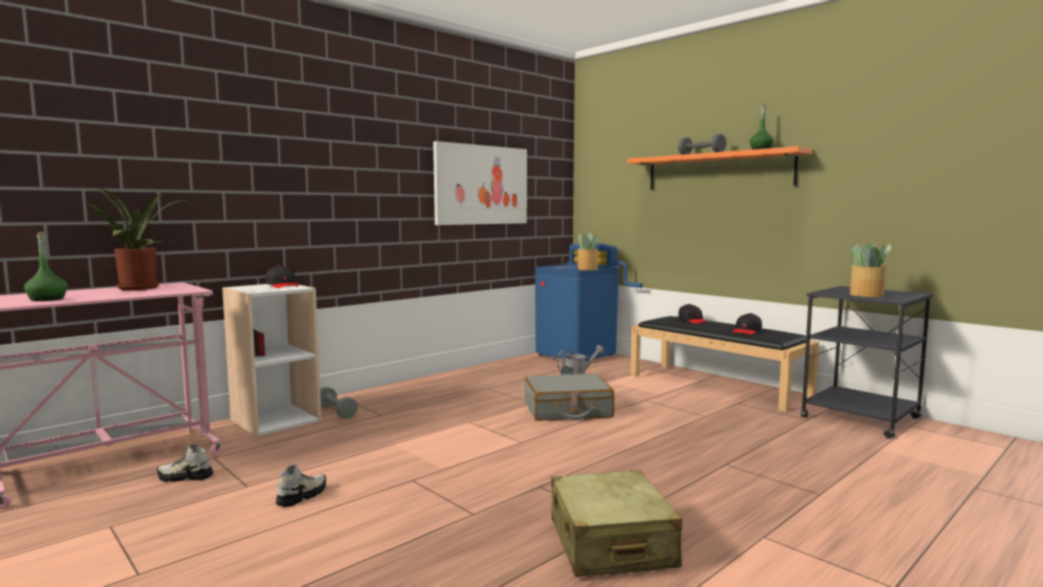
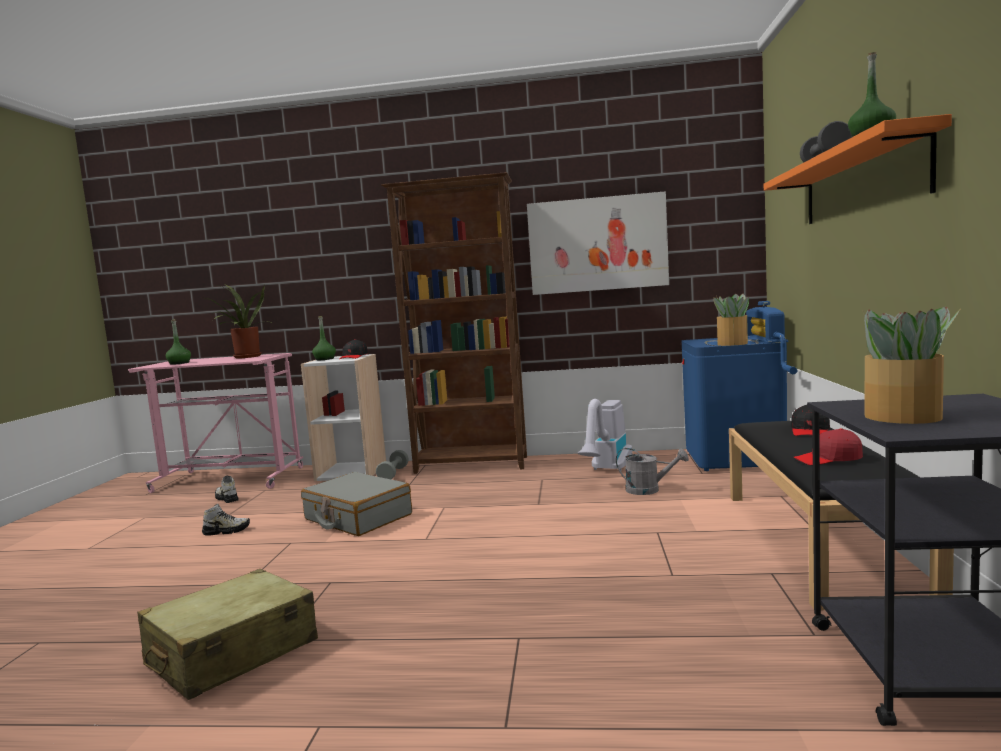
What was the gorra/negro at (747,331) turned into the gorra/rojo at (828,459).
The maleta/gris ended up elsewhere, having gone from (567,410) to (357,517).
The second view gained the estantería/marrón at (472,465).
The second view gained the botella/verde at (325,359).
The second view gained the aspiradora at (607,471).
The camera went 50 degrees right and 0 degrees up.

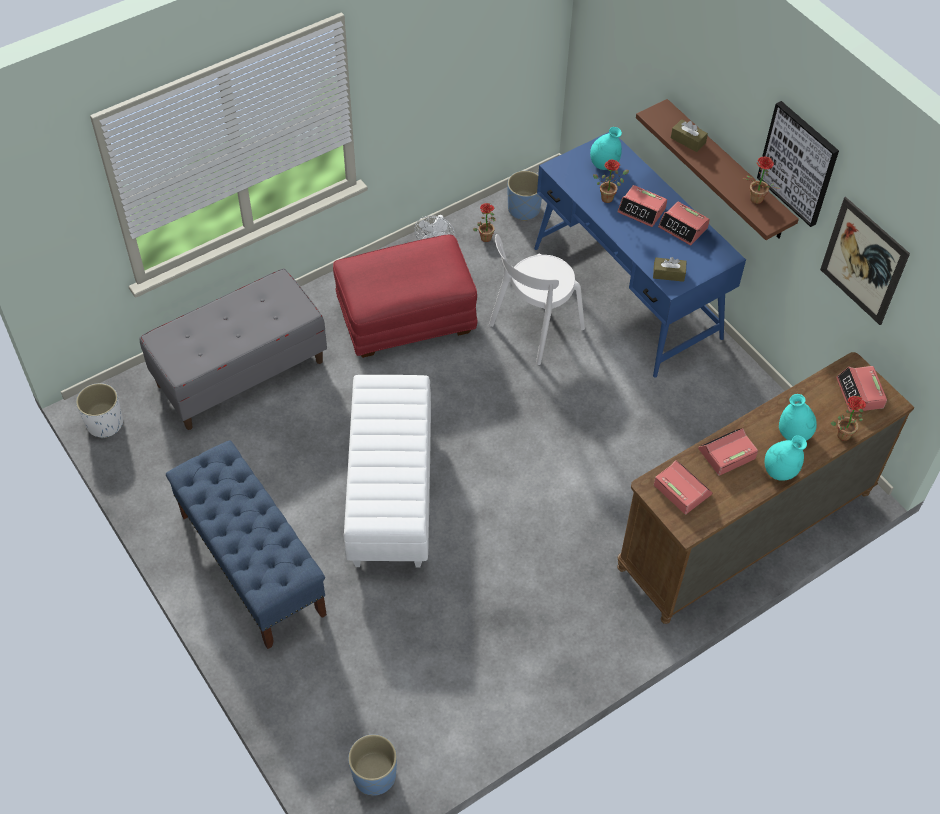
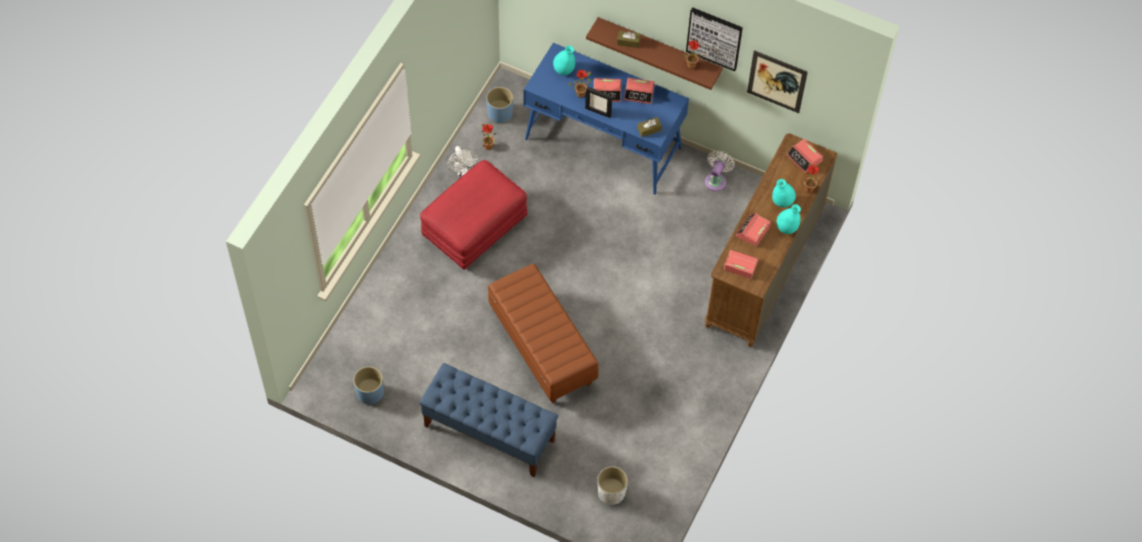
The second view lost the silla/blanco at (533,329).
The second view lost the banco/gris at (240,372).
What was the puf/blanco at (389,492) turned into the puf/marrón at (541,348).
The maceta/blanco ended up elsewhere, having gone from (104,423) to (611,493).
The maceta/azul ended up elsewhere, having gone from (374,776) to (370,393).
The second view gained the portarretratos at (598,111).
The second view gained the ventilador/blanco at (716,180).
The camera went 30 degrees left and 5 degrees up.

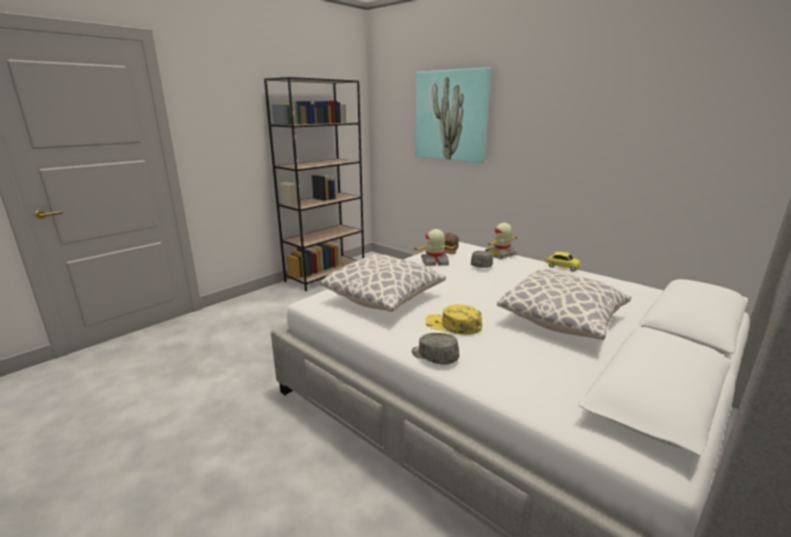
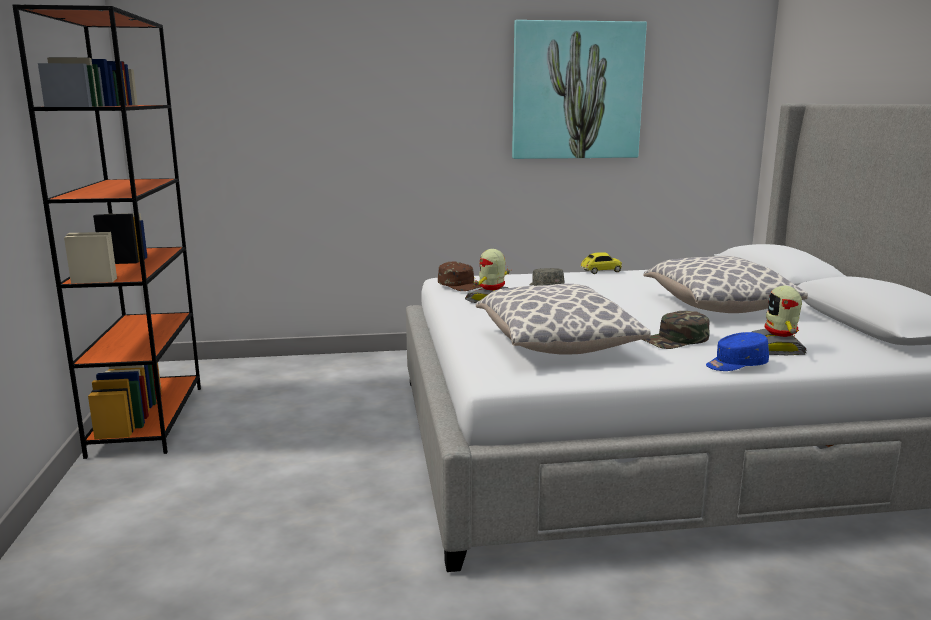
The cuadro ended up elsewhere, having gone from (451,116) to (576,91).
What was the estantería/beis at (325,275) turned into the estantería/naranja at (147,419).
The robot de juguete ended up elsewhere, having gone from (500,254) to (777,348).
What was the gorra/amarillo at (453,325) turned into the gorra/verde at (675,340).
What was the gorra/gris at (434,356) turned into the gorra/azul at (736,365).
The camera went 50 degrees left and 5 degrees down.

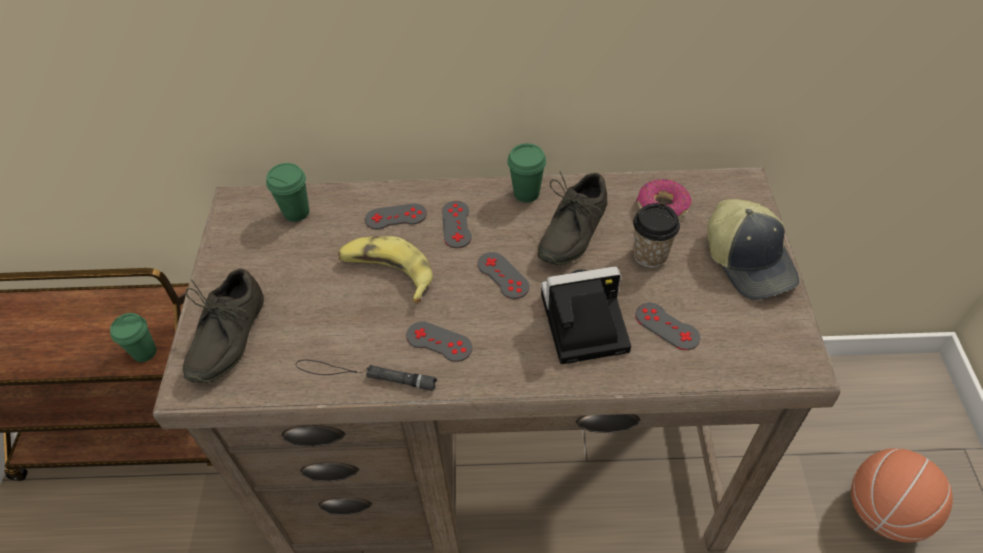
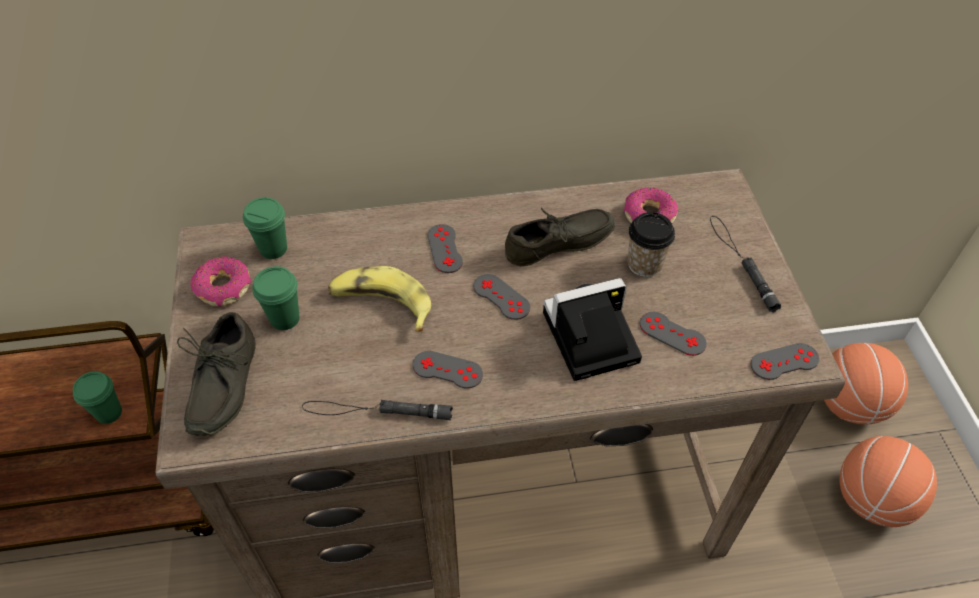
The taza/verde ended up elsewhere, having gone from (526,193) to (284,318).
The zapato/gris at (569,231) ended up facing another way, 135 degrees counterclockwise from before.
Where the gorra stood at (749,261), the linterna/negro came to stand at (741,262).
The mando de consola/gris ended up elsewhere, having gone from (395,217) to (784,361).
The second view gained the rosquilla at (223,288).
The second view gained the balón de baloncesto at (849,403).
The camera went 10 degrees left and 0 degrees up.

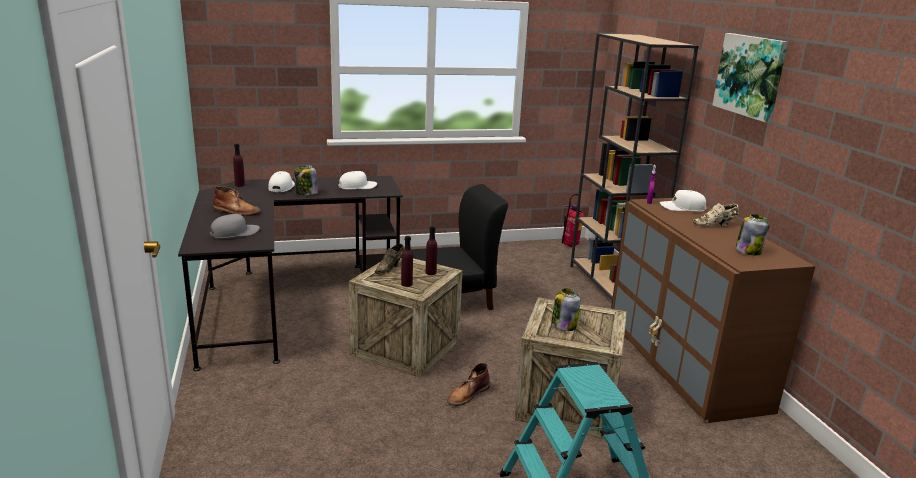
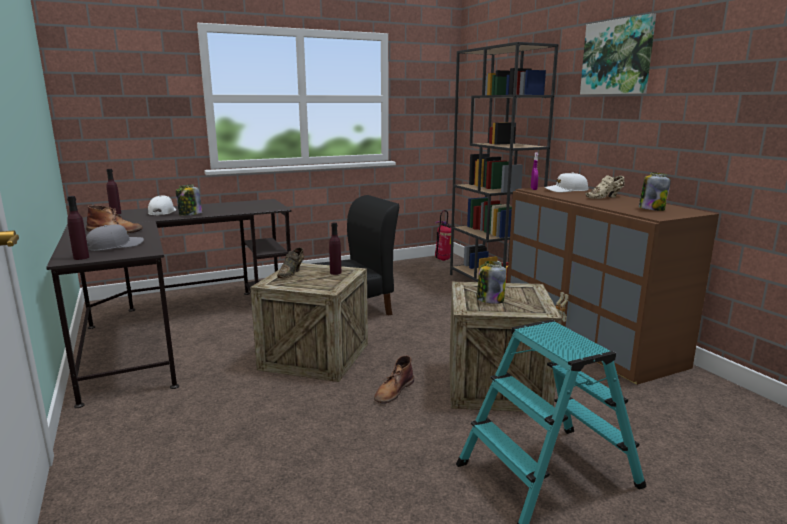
The second view lost the gorra/blanco at (357,186).
The botella/morado ended up elsewhere, having gone from (406,284) to (81,257).
The camera went 10 degrees left and 5 degrees down.

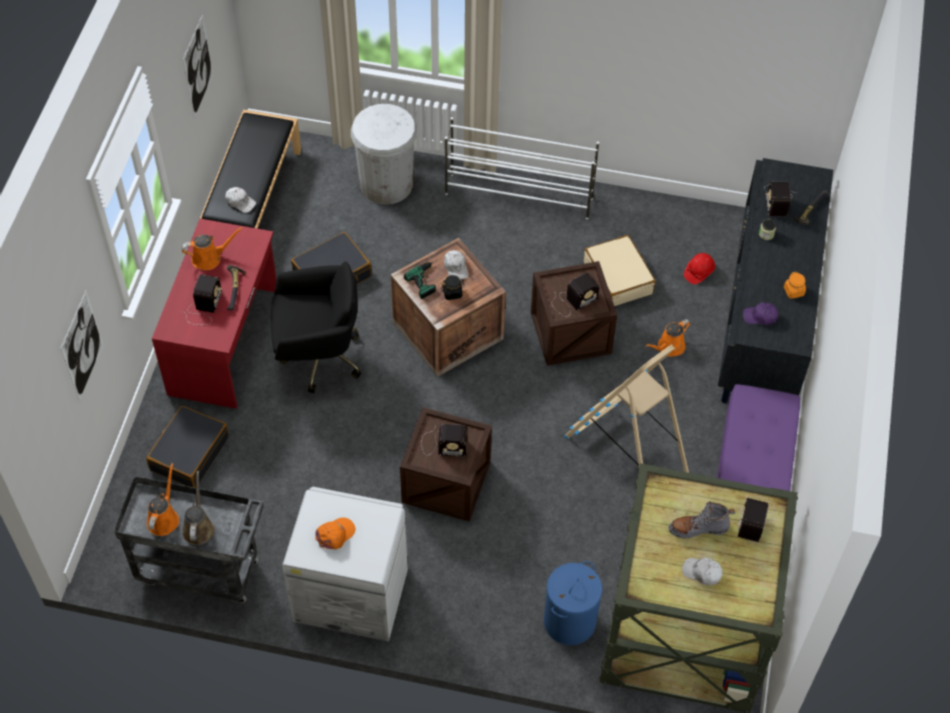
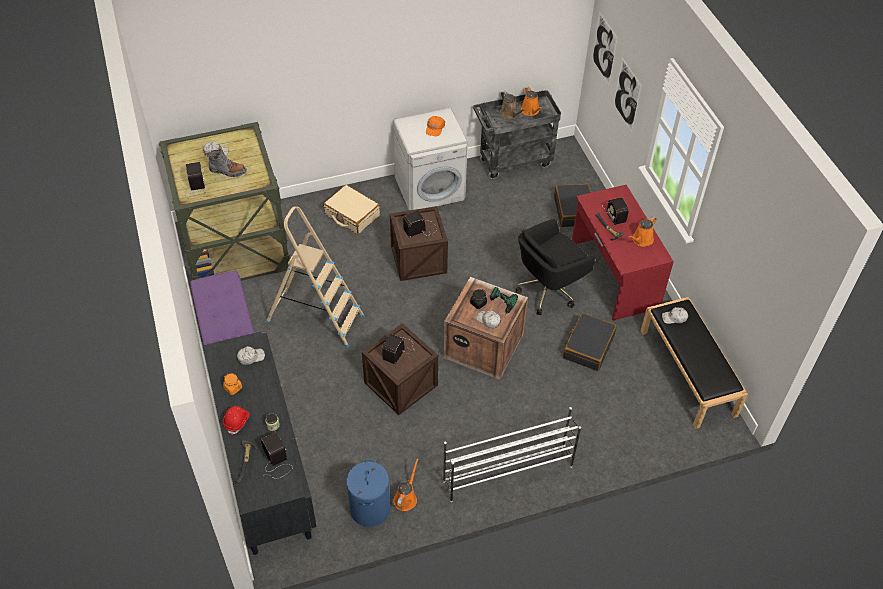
The cuadro ended up elsewhere, having gone from (198,67) to (604,49).
The second view lost the papelera/blanco at (386,184).
The maleta/beis ended up elsewhere, having gone from (618,278) to (352,215).
The casco/rojo ended up elsewhere, having gone from (698,272) to (237,421).
What was the gorra/morado at (760,317) turned into the gorra/blanco at (250,357).
The regadera/naranja ended up elsewhere, having gone from (669,347) to (406,498).
The bota/gris at (698,528) ended up facing another way, 45 degrees clockwise from before.
The cesto de la ropa/azul ended up elsewhere, having gone from (569,621) to (370,509).
The camera went 150 degrees right and 5 degrees down.

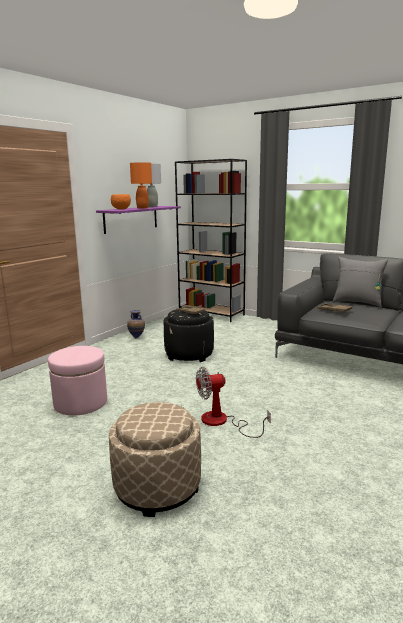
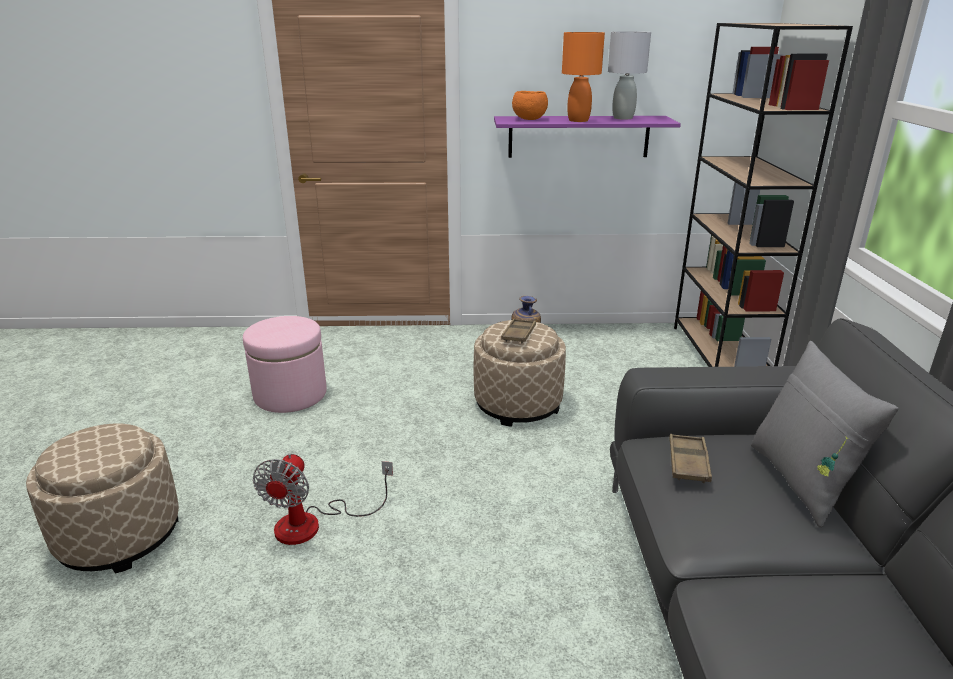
What was the puf/negro at (189,354) turned into the puf/beis at (517,404).
The ventilador at (222,422) ended up facing another way, 120 degrees counterclockwise from before.
The camera went 55 degrees right and 10 degrees up.

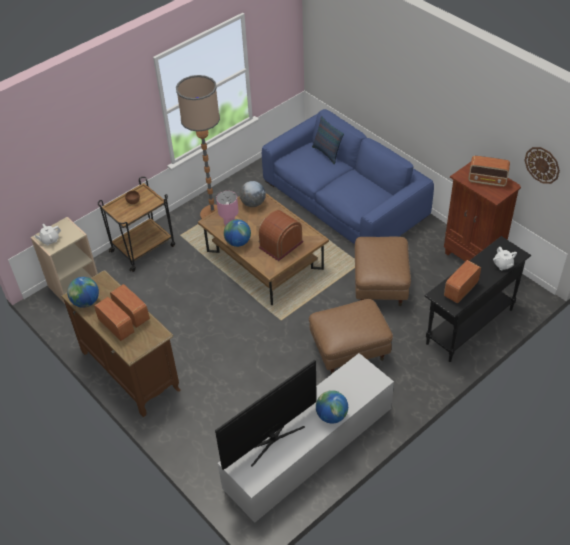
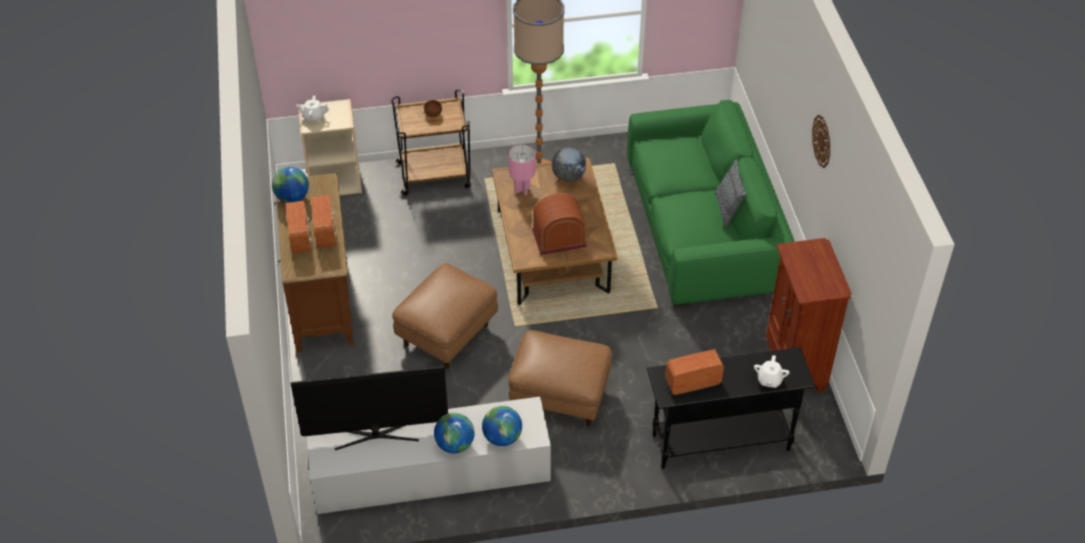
What was the sofá/azul at (345,198) turned into the sofá/verde at (705,224).
The second view lost the cojín/azul at (327,153).
The reloj de pared ended up elsewhere, having gone from (542,165) to (822,141).
The second view lost the radio at (487,180).
The globo terráqueo ended up elsewhere, having gone from (238,242) to (502,437).
The puf/marrón ended up elsewhere, having gone from (380,285) to (447,334).
The second view gained the cojín/gris at (727,210).
The camera went 30 degrees right and 0 degrees up.

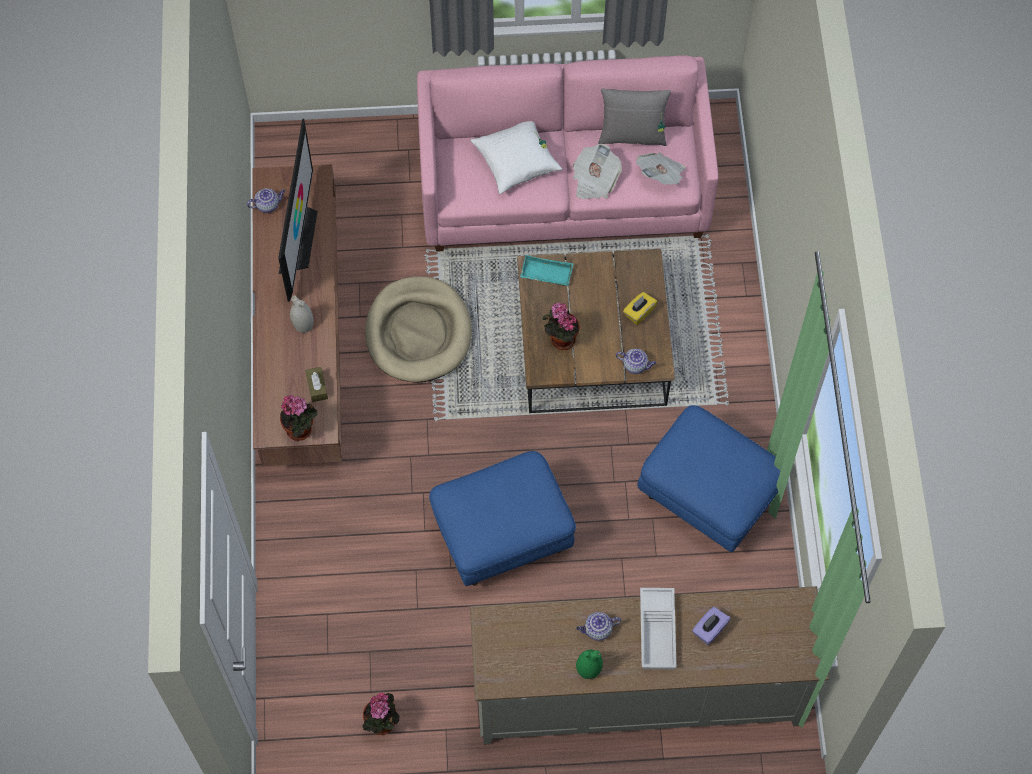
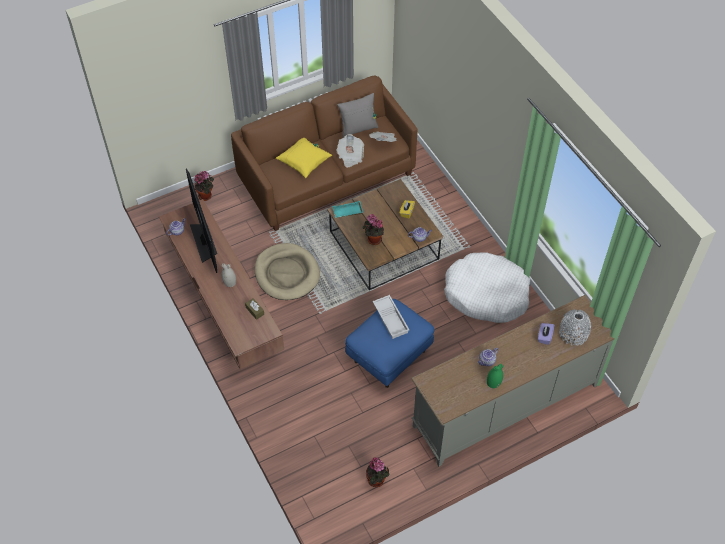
What was the sofá/rosa at (563,188) turned into the sofá/marrón at (326,177).
What was the cojín/blanco at (516,162) turned into the cojín/amarillo at (304,162).
The planta en maceta ended up elsewhere, having gone from (301,430) to (206,195).
Where the puf/azul stood at (709,497), the cama para perro/blanco came to stand at (486,294).
The bandeja/blanco ended up elsewhere, having gone from (658,631) to (391,319).
The second view gained the florero/gris at (573,333).
The camera went 25 degrees left and 10 degrees down.

